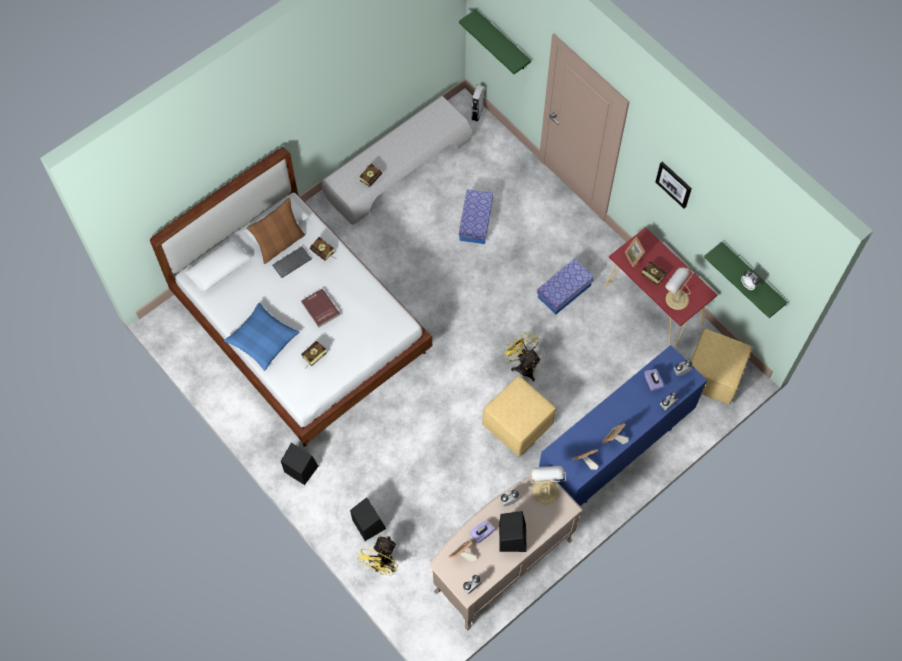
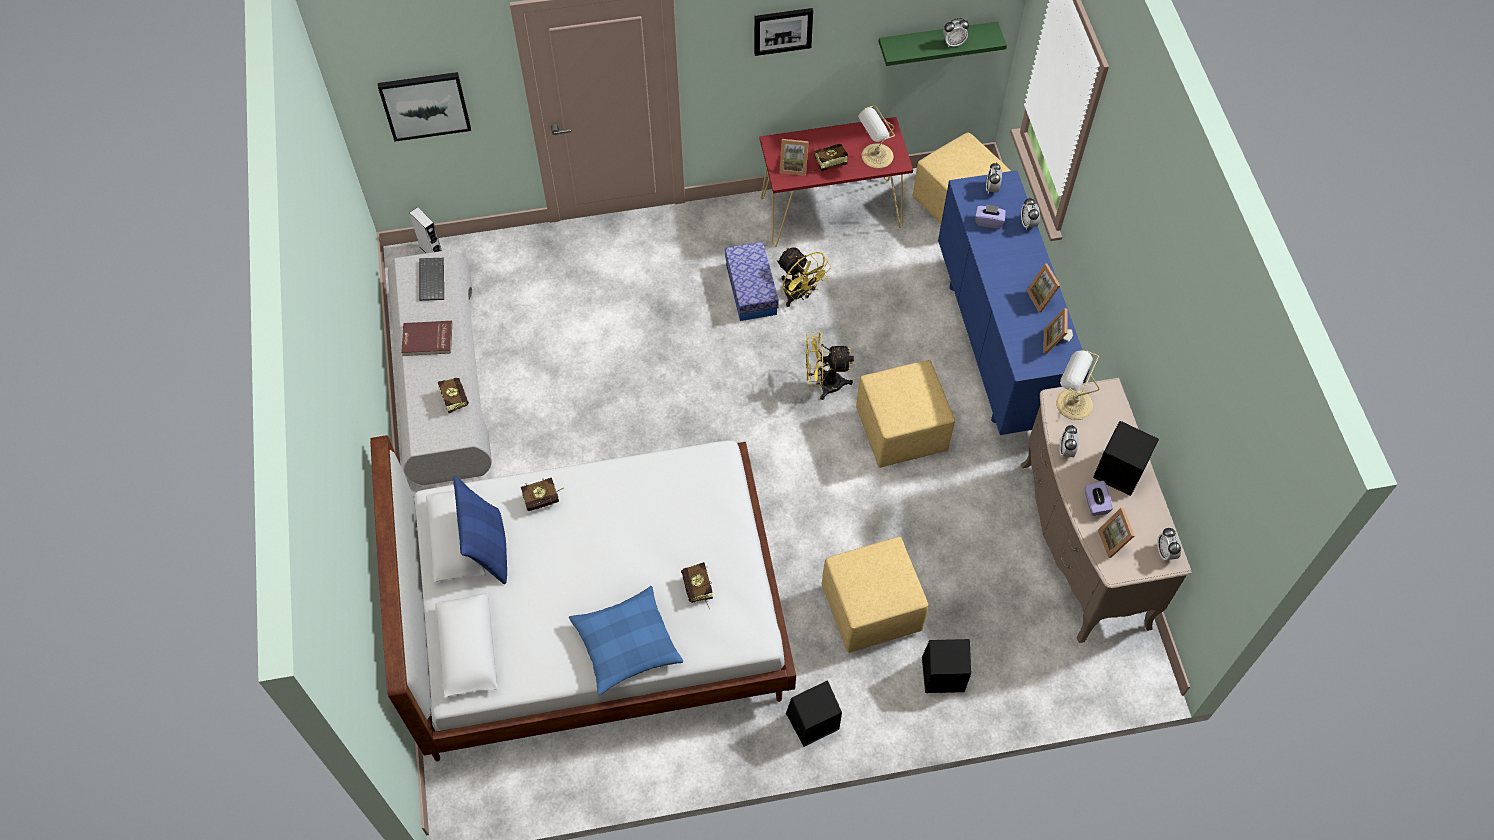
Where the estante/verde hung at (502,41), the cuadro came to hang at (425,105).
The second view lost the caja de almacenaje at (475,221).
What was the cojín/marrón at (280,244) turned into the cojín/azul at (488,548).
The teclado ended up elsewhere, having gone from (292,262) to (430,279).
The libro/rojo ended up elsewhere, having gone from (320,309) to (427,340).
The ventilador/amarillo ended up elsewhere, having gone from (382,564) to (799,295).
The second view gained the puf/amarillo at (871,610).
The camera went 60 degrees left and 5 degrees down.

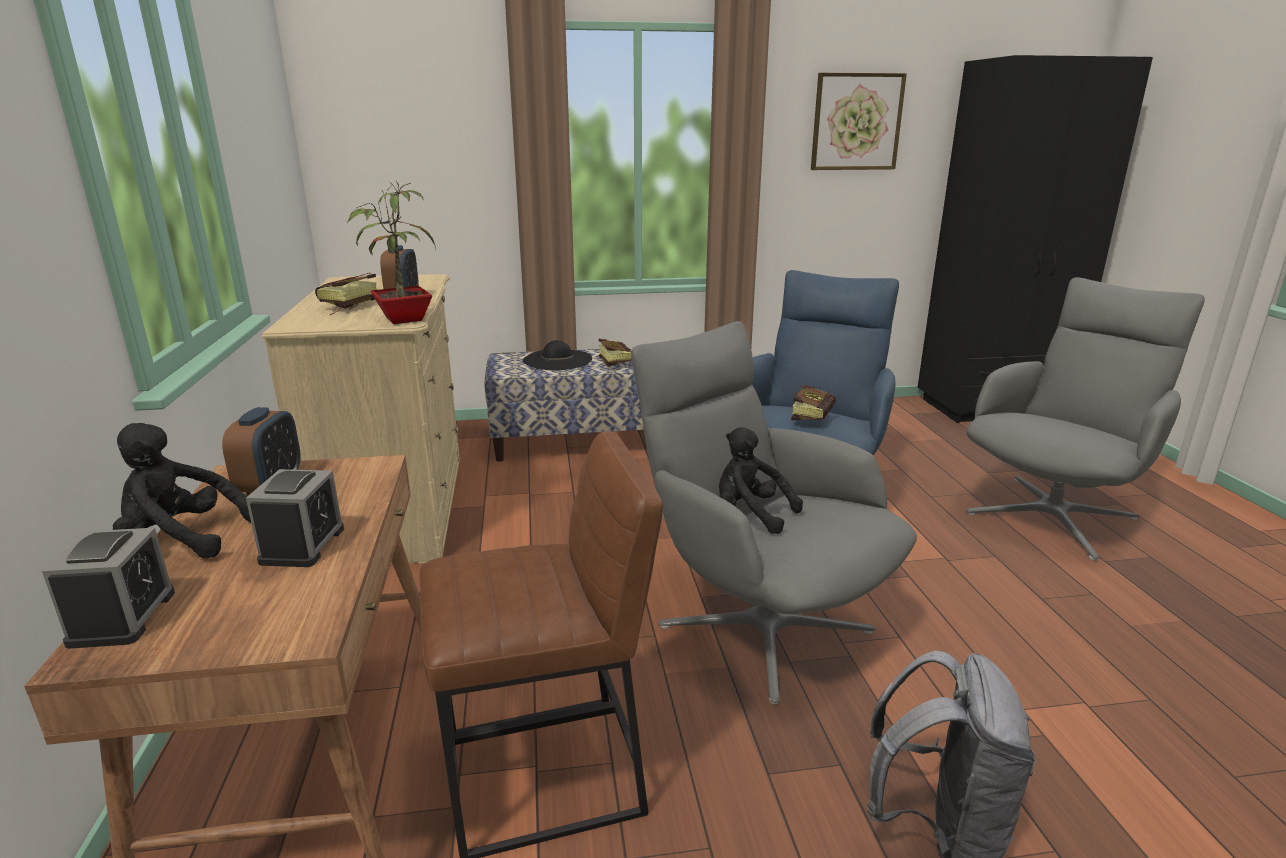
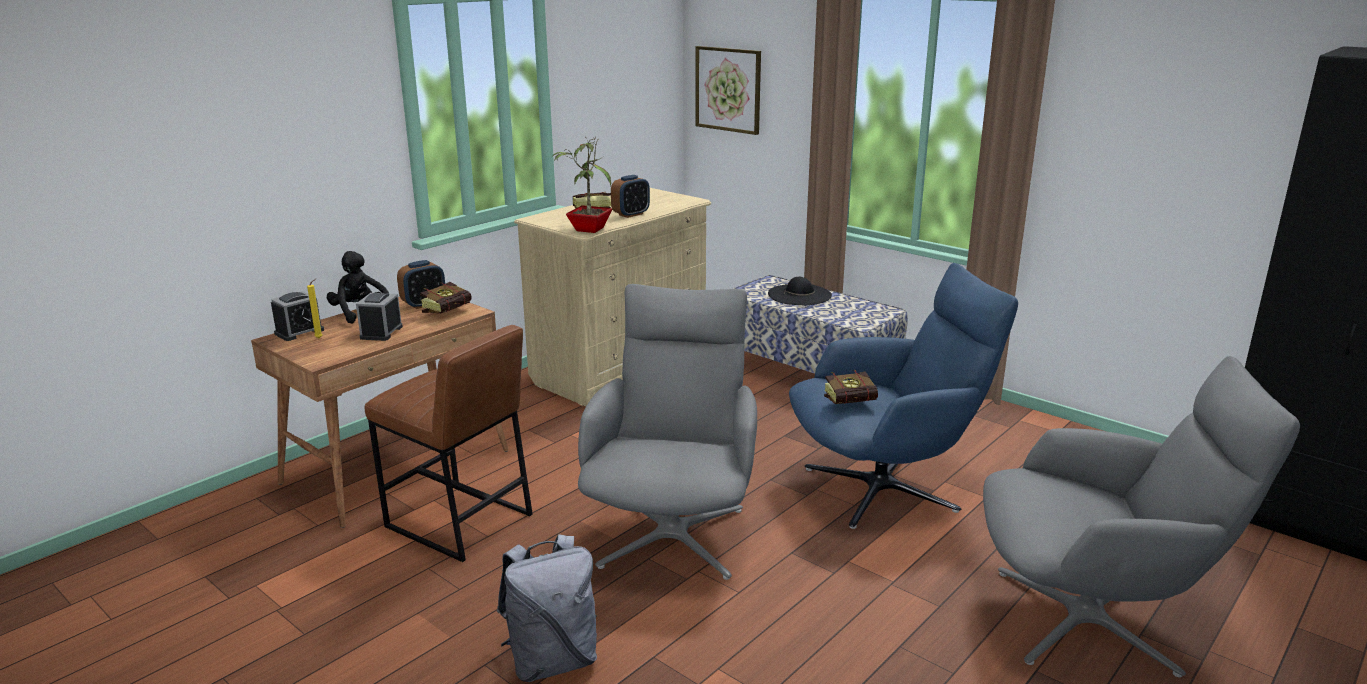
The cuadro ended up elsewhere, having gone from (856,122) to (728,89).
The libro ended up elsewhere, having gone from (614,362) to (451,311).
The second view lost the peluche/negro at (750,514).
The despertador at (302,545) ended up facing another way, 135 degrees clockwise from before.
The second view gained the vela/amarillo at (320,338).
The camera went 50 degrees right and 0 degrees up.

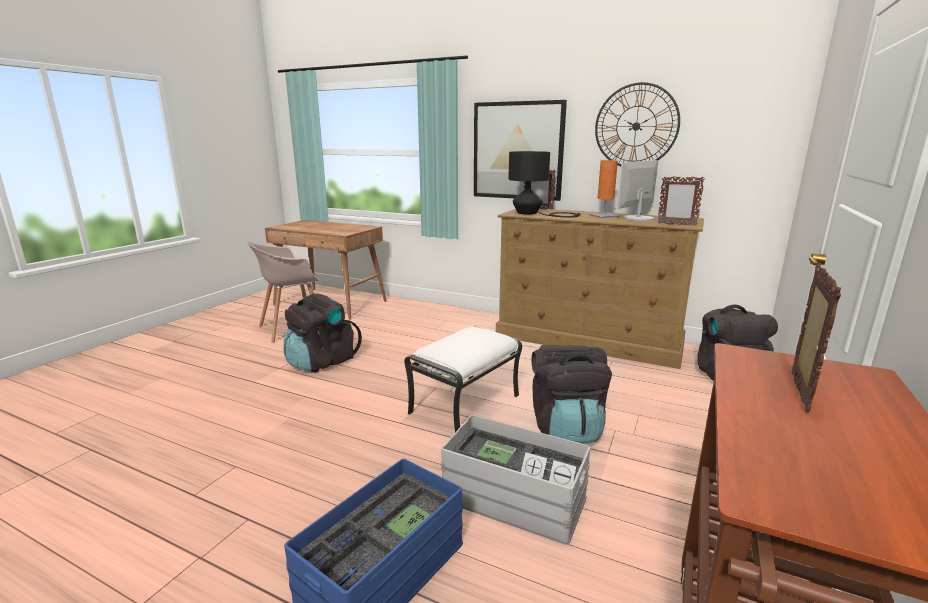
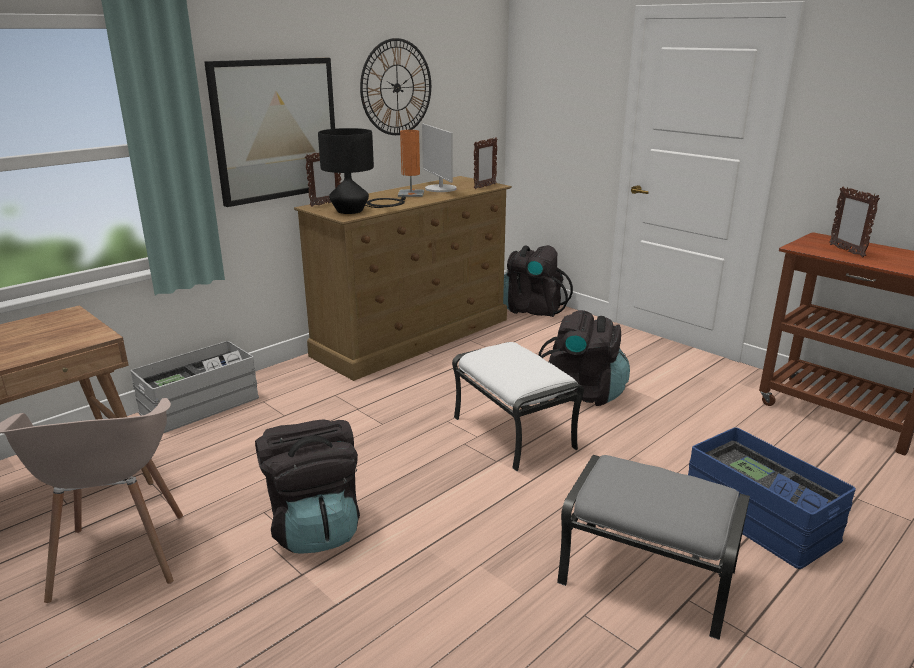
The portarretratos at (798,392) ended up facing another way, 150 degrees counterclockwise from before.
The caja de almacenaje/gris ended up elsewhere, having gone from (514,496) to (199,404).
The second view gained the puf/gris at (648,576).
The camera went 70 degrees left and 5 degrees up.

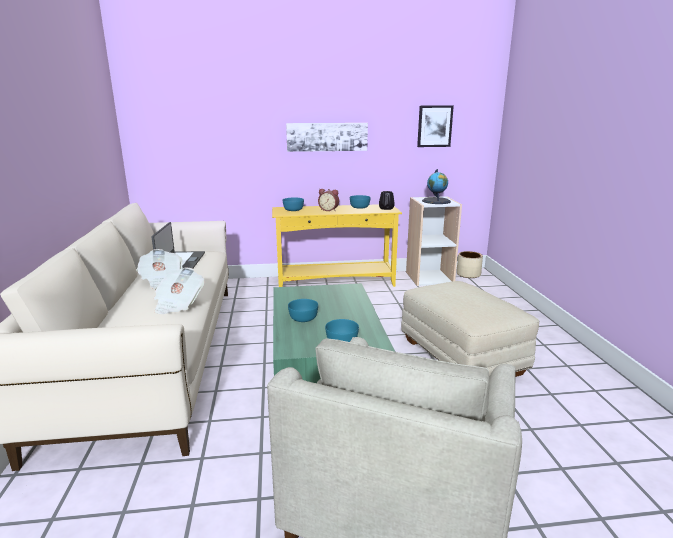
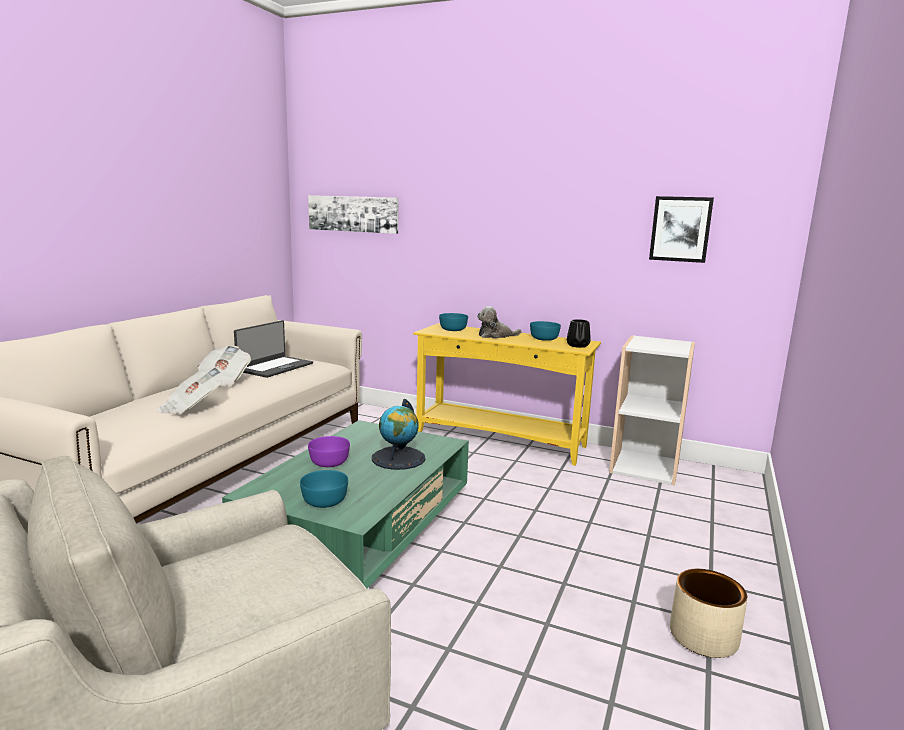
The cuadro ended up elsewhere, having gone from (327,137) to (353,214).
The globo terráqueo ended up elsewhere, having gone from (436,201) to (398,458).
Where the despertador stood at (329,210), the peluche came to stand at (495,336).
The maceta/beis ended up elsewhere, having gone from (468,274) to (704,637).
The second view lost the puf/beis at (461,356).
What was the cuenco/turquesa at (303,318) turned into the cuenco/morado at (329,462).
The camera went 30 degrees right and 5 degrees down.

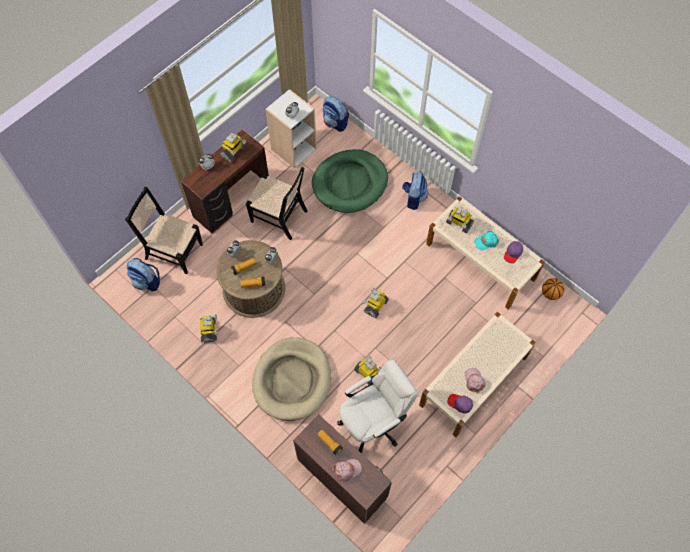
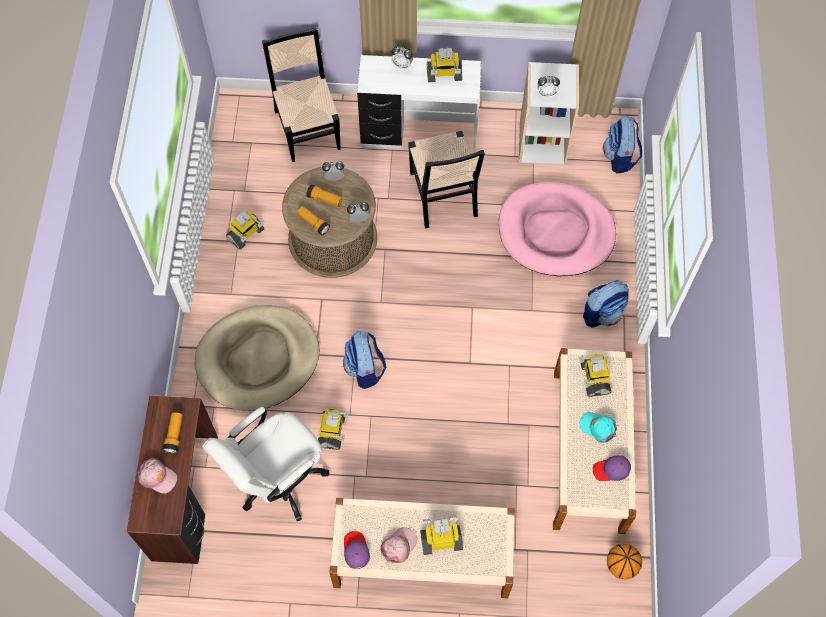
What was the escritorio/marrón at (232,201) turned into the escritorio/blanco at (419,135).
What was the cama para perro/verde at (350,183) turned into the cama para perro/rosa at (555,232).
The mochila ended up elsewhere, having gone from (147,282) to (365,369).
The robot de juguete ended up elsewhere, having gone from (375,306) to (441,540).
The silla de oficina/blanco at (373,423) ended up facing another way, 120 degrees clockwise from before.
The camera went 50 degrees right and 0 degrees up.

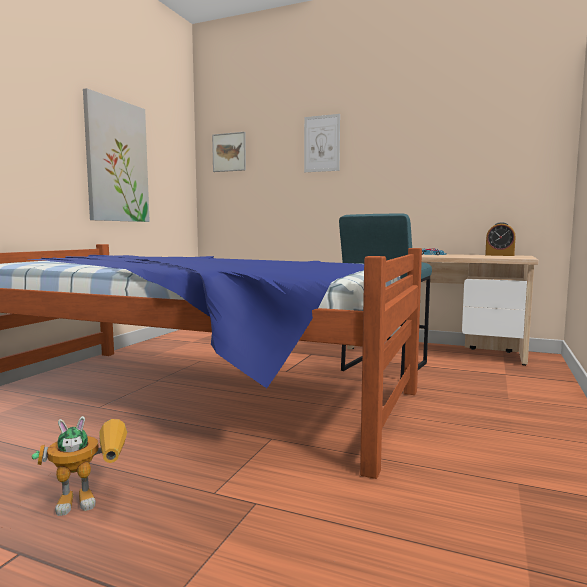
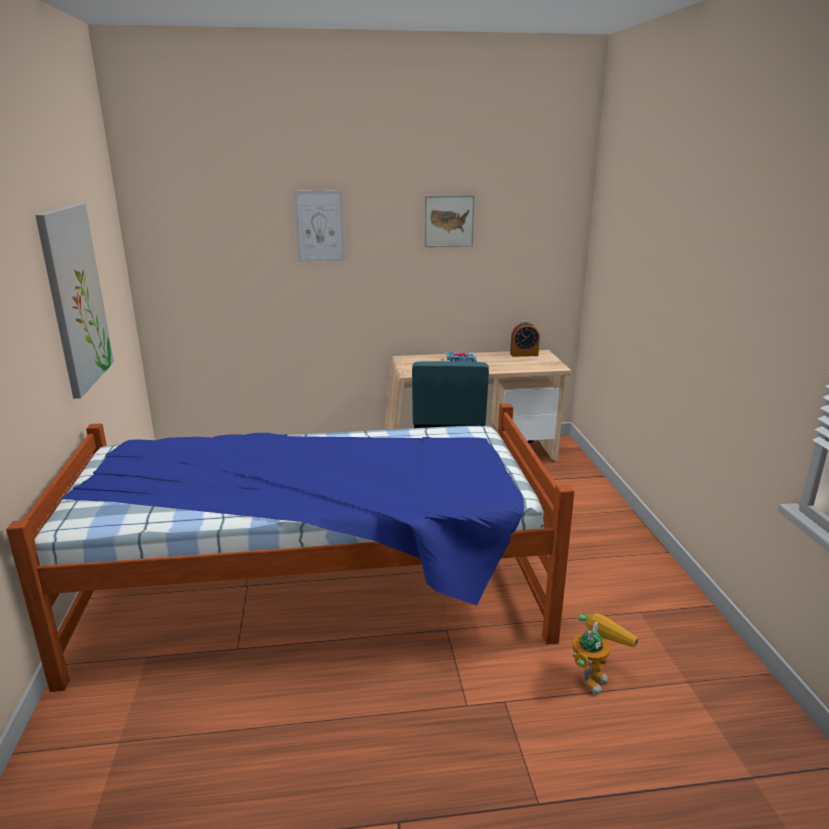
The cuadro ended up elsewhere, having gone from (229,152) to (449,221).
The robot de juguete ended up elsewhere, having gone from (92,499) to (593,674).
The camera went 30 degrees left and 15 degrees up.

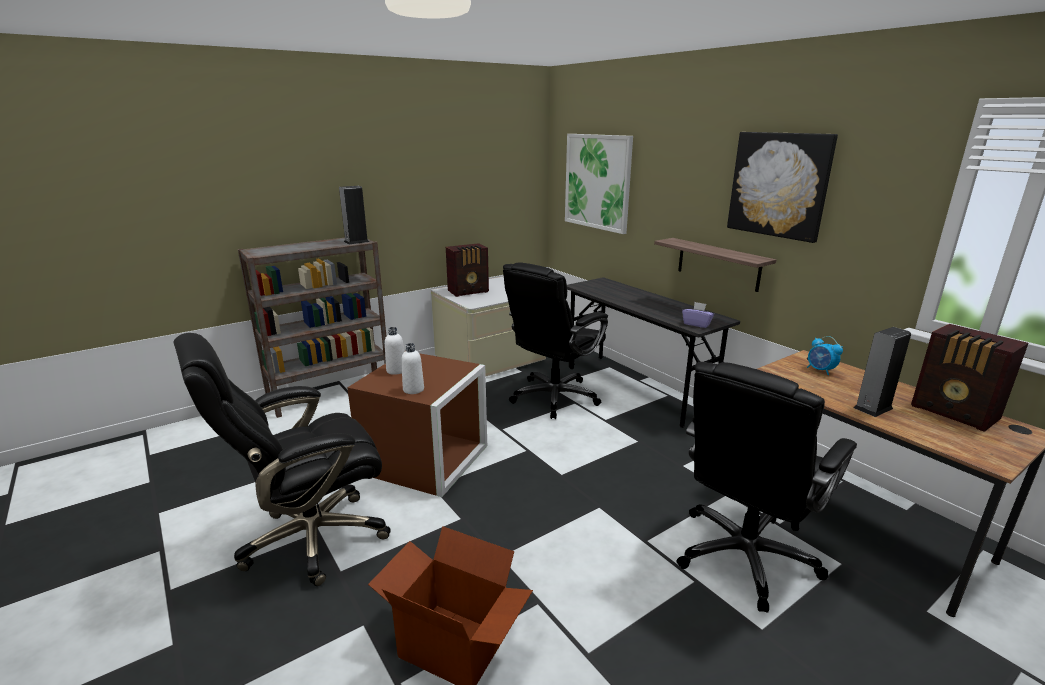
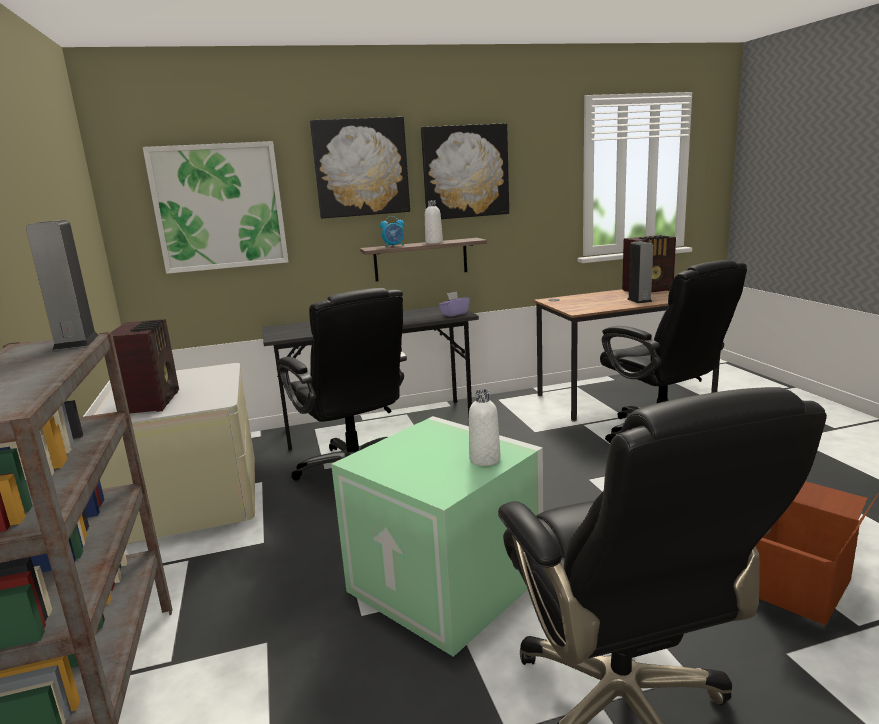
The botella/blanco ended up elsewhere, having gone from (396,370) to (434,242).
The despertador ended up elsewhere, having gone from (820,370) to (394,246).
What was the caja de almacenaje/marrón at (426,460) turned into the caja de almacenaje/verde at (449,583).
The second view gained the cuadro at (361,167).
The camera went 70 degrees left and 5 degrees down.

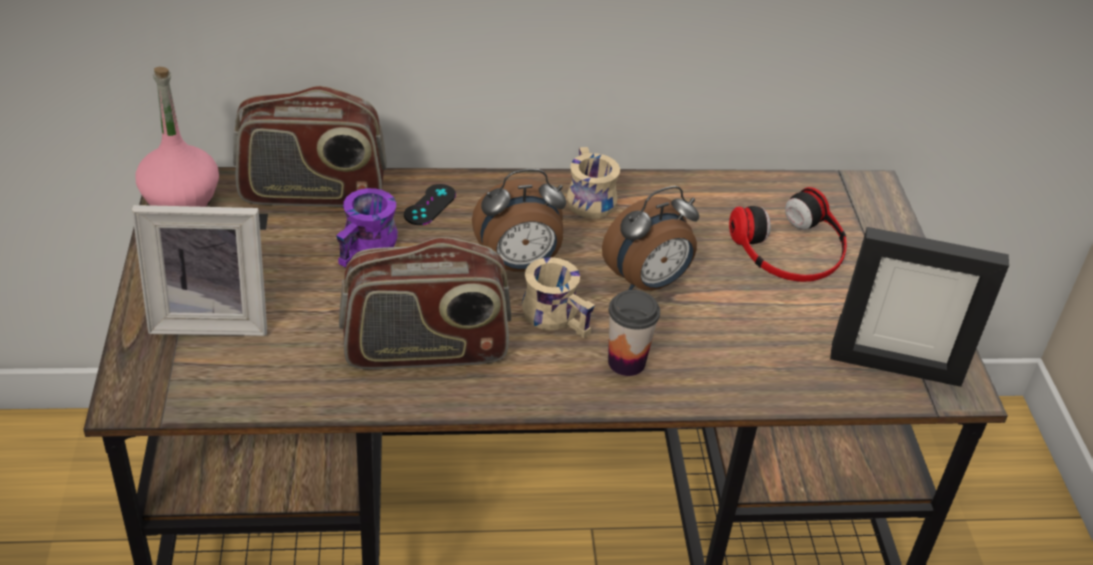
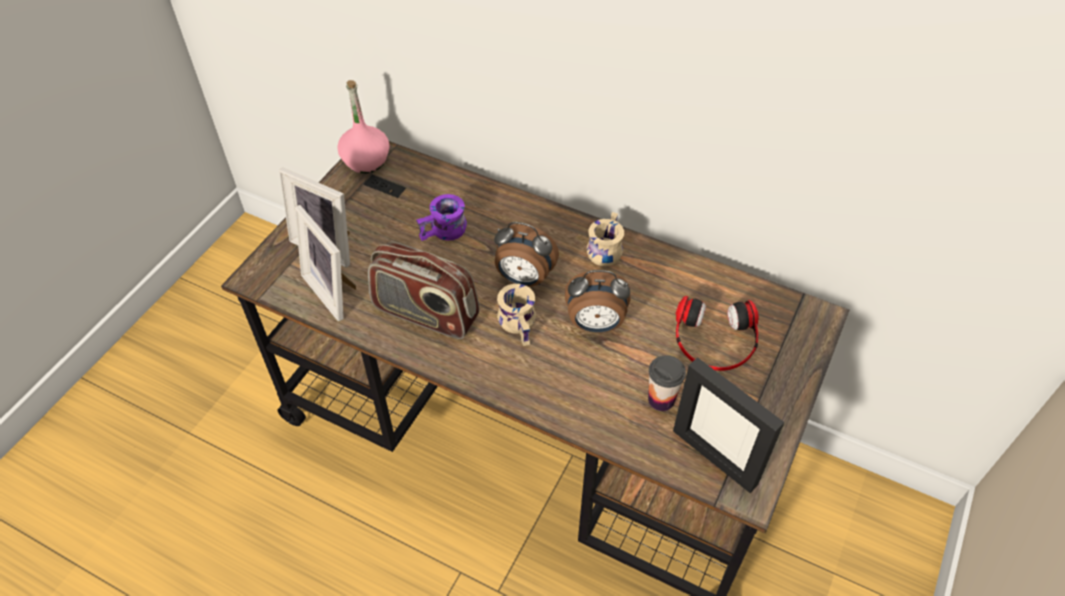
The second view lost the radio at (312,193).
The second view lost the mando de consola/negro at (430,205).
The taza ended up elsewhere, having gone from (626,362) to (661,399).
The second view gained the portarretratos at (334,290).
The camera went 35 degrees right and 10 degrees up.

